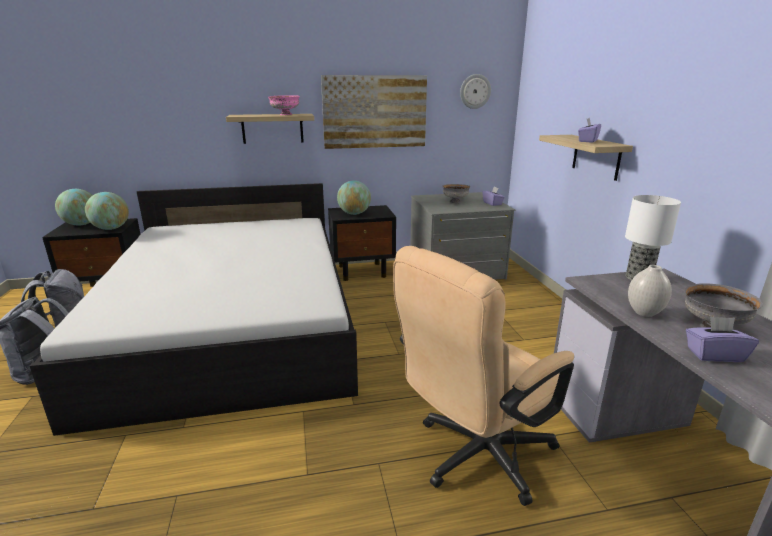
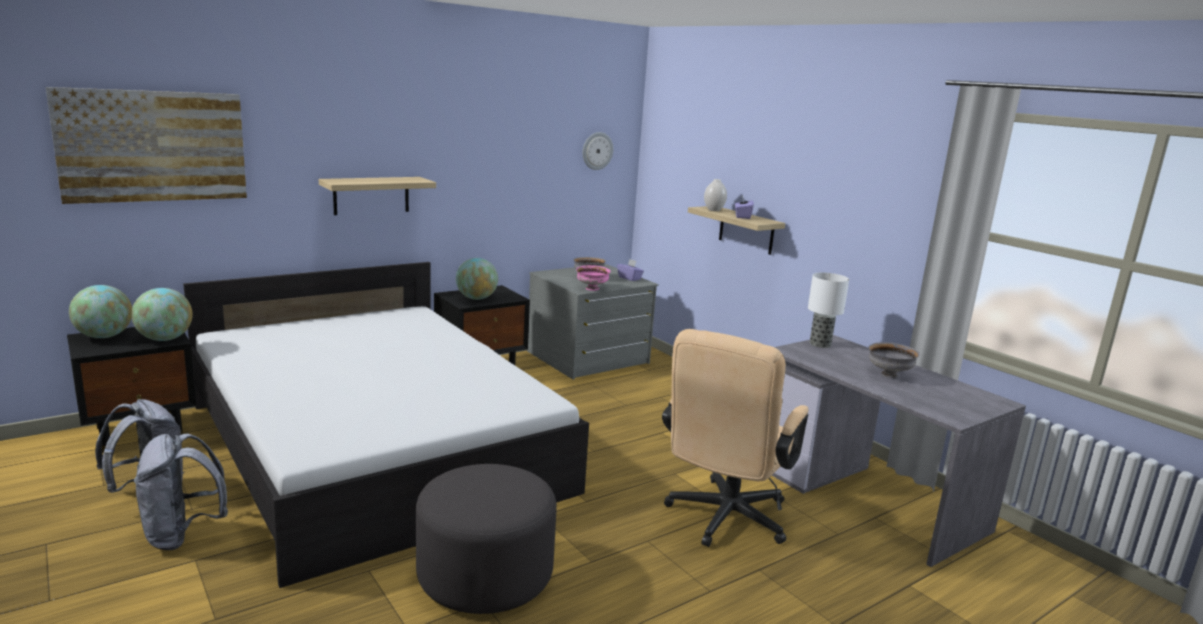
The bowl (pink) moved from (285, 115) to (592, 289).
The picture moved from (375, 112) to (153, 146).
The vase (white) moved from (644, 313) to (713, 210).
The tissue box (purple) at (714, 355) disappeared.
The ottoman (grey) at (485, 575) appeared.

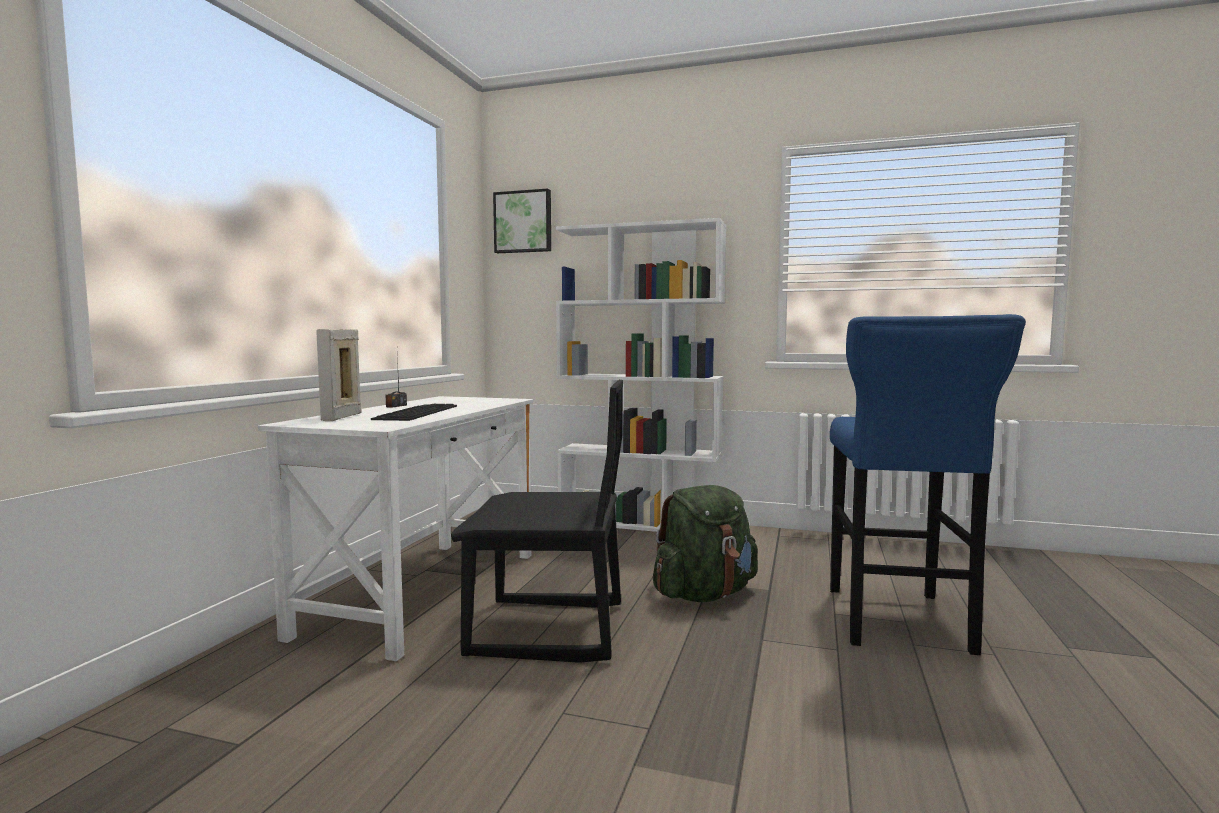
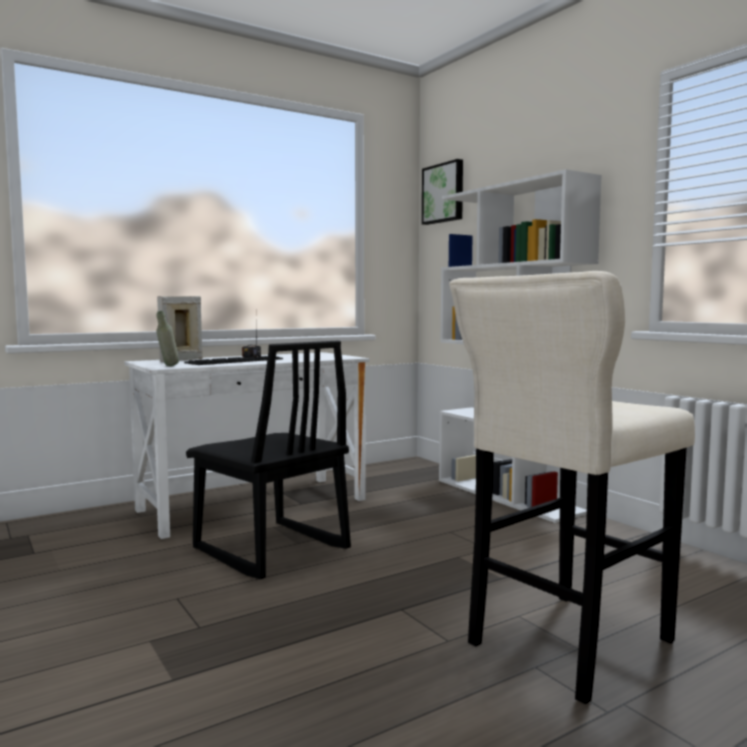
The backpack (green) at (704, 594) disappeared.
The stool (blue) at (897, 623) became the stool (beige) at (564, 646).
The bottle (grey) at (168, 366) appeared.

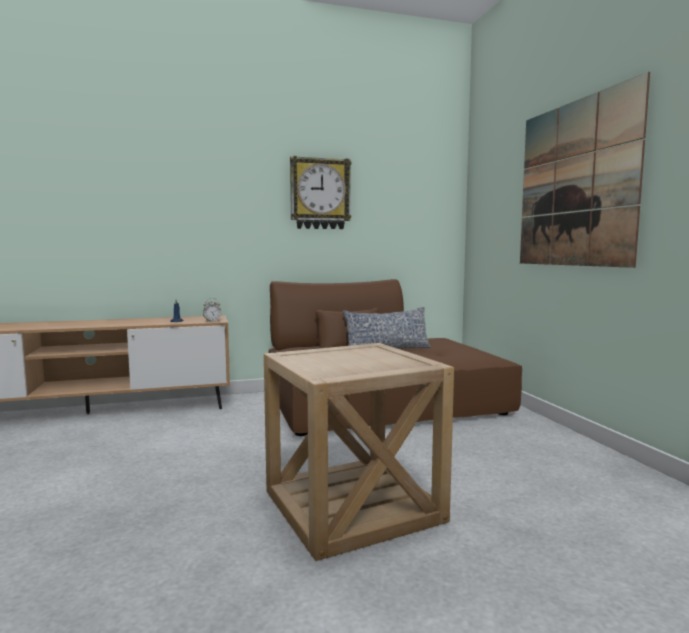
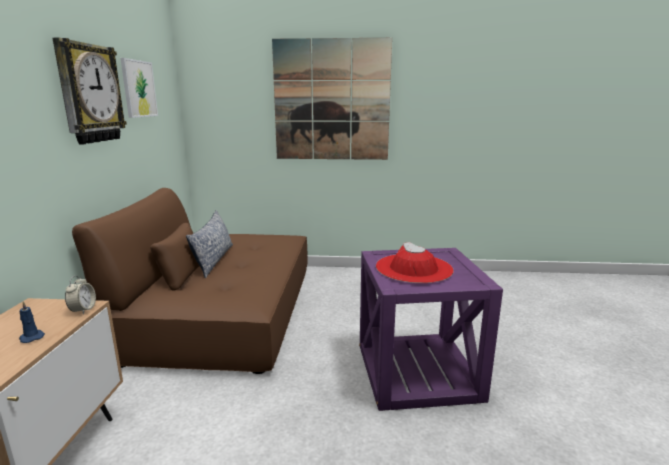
The side table (beige) at (352, 506) became the side table (purple) at (417, 371).
The picture at (139, 89) appeared.
The hat (red) at (414, 268) appeared.

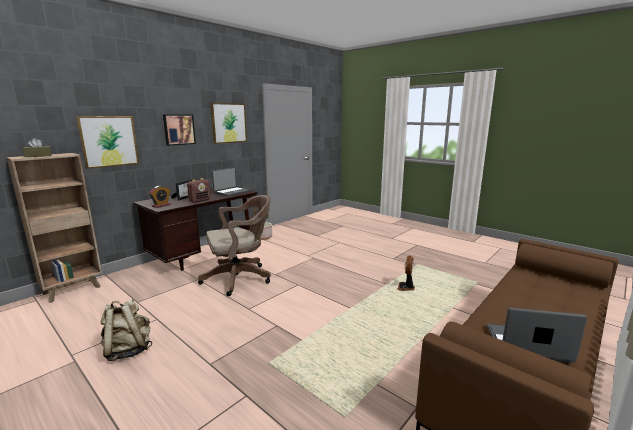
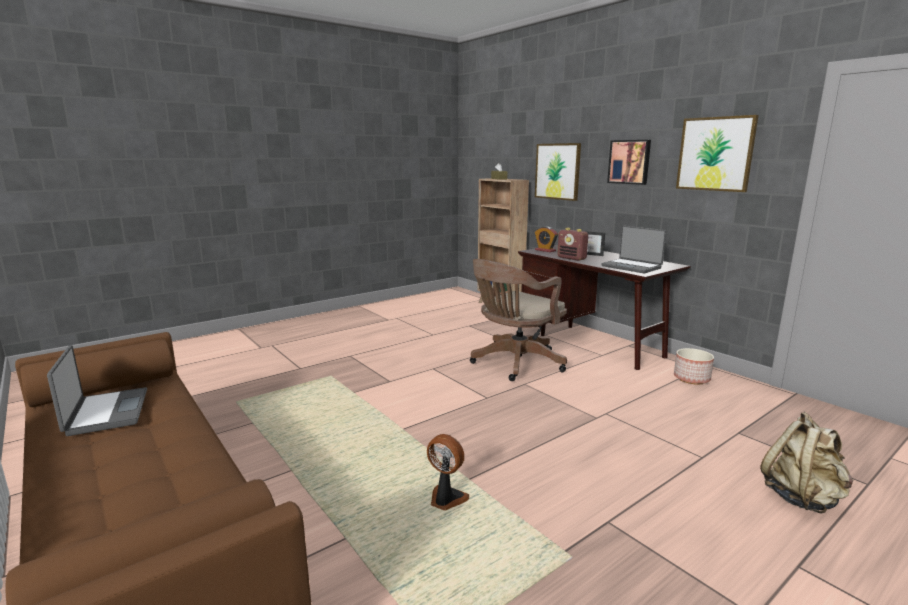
The backpack (beige) moved from (128, 350) to (802, 497).
The office chair (brown) at (240, 278) turned 60 degrees clockwise.
The laptop at (527, 345) turned 45 degrees counterclockwise.

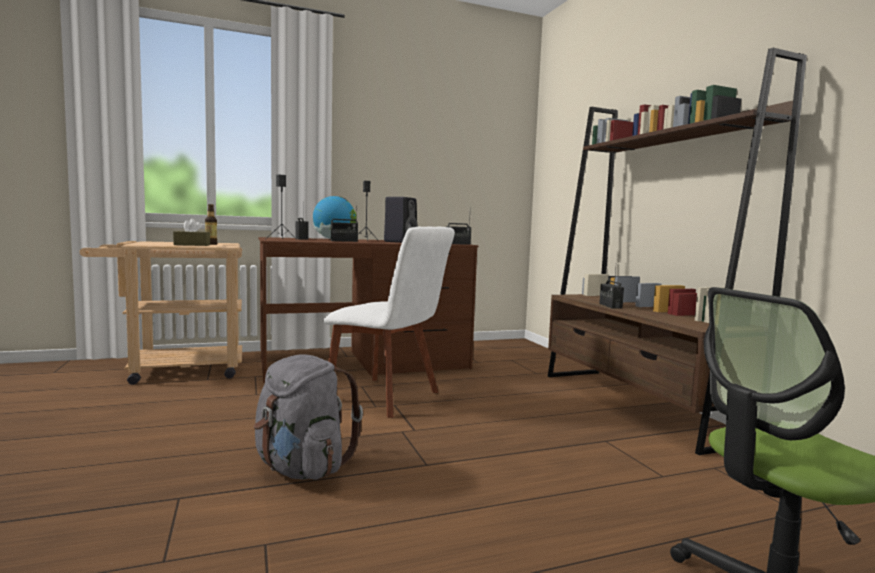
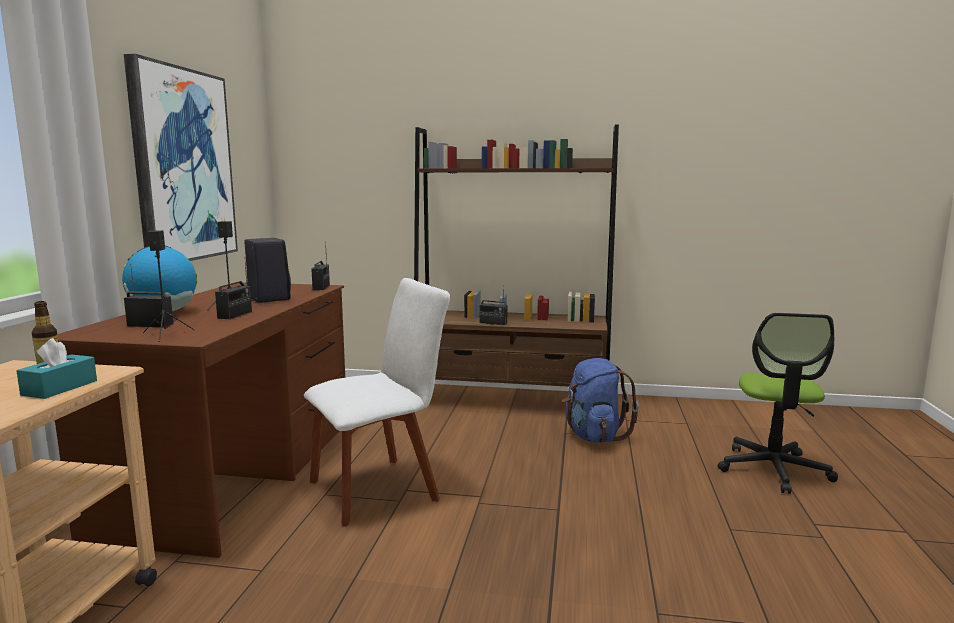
The tissue box (brown) at (192, 245) became the tissue box (turquoise) at (60, 388).
The backpack (grey) at (301, 468) disappeared.
The picture at (183, 165) appeared.
The backpack (blue) at (594, 436) appeared.

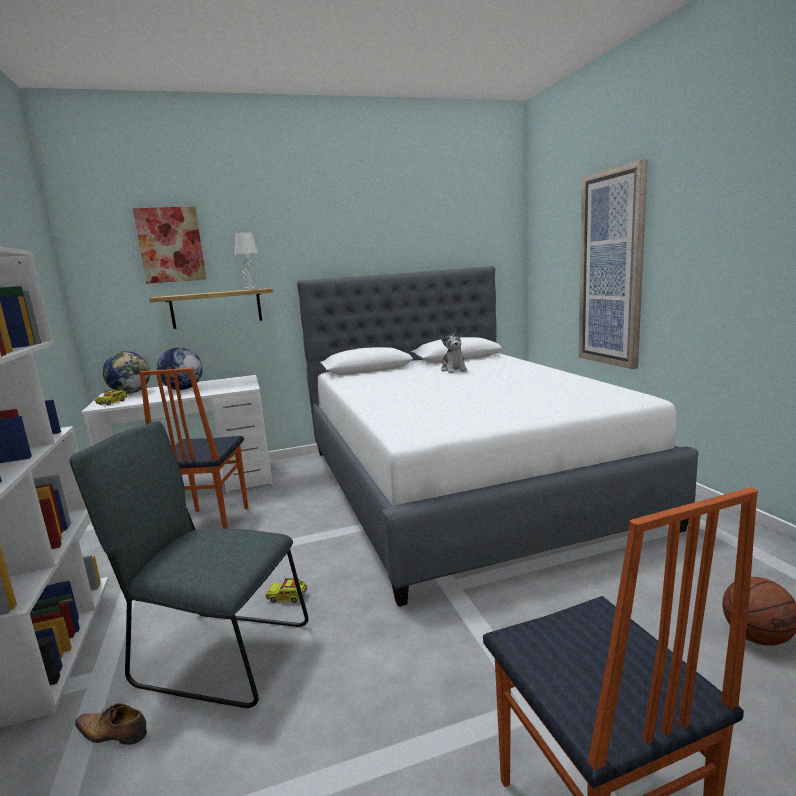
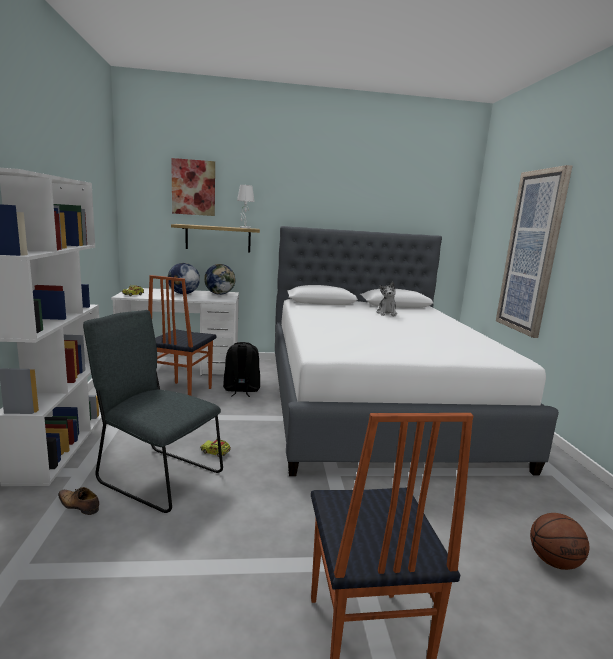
The globe moved from (131, 392) to (220, 294).
The backpack (black) at (241, 390) appeared.

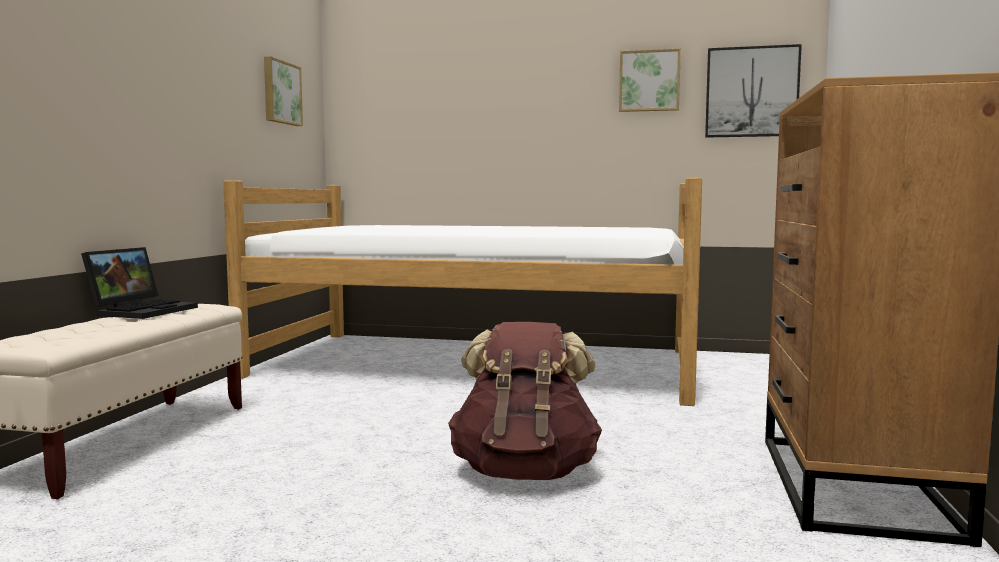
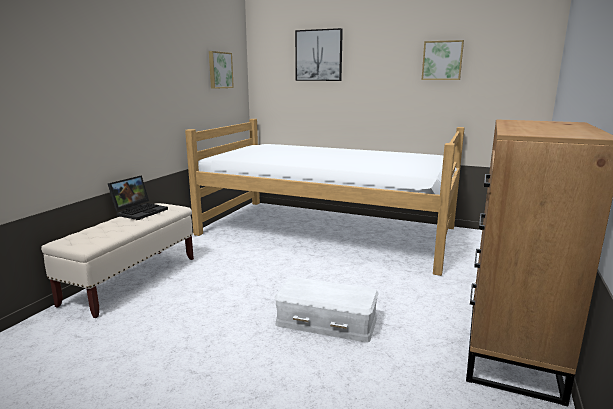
The backpack (brown) at (525, 472) was replaced by the storage box (white) at (327, 321).
The picture moved from (751, 92) to (318, 55).

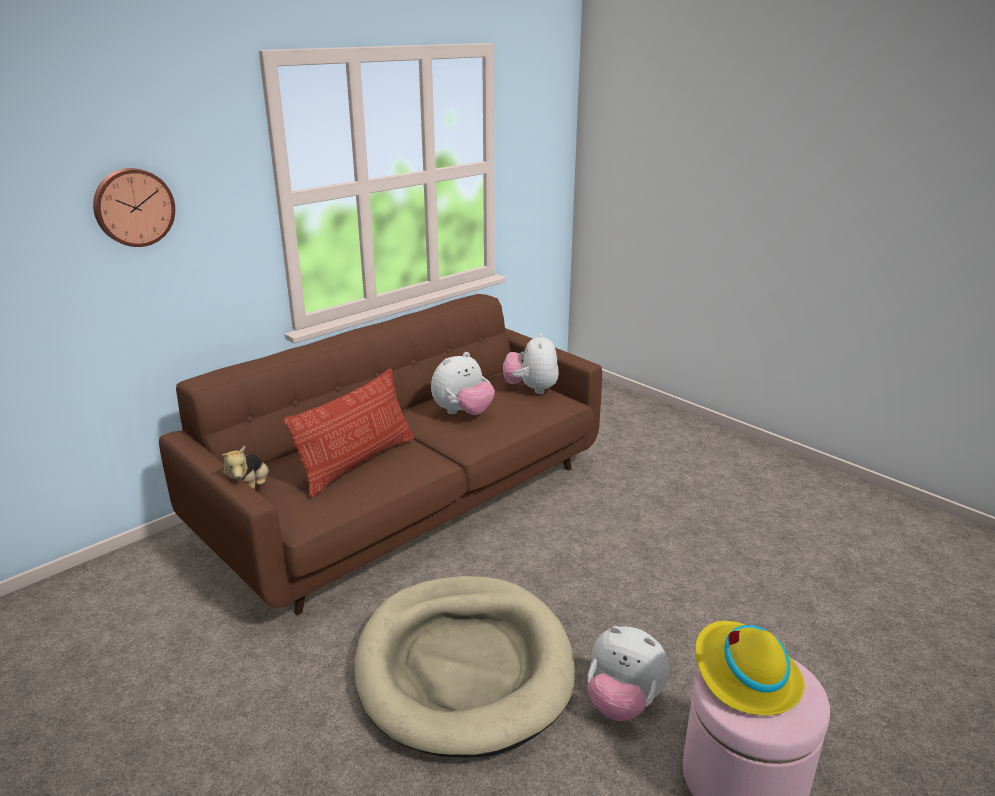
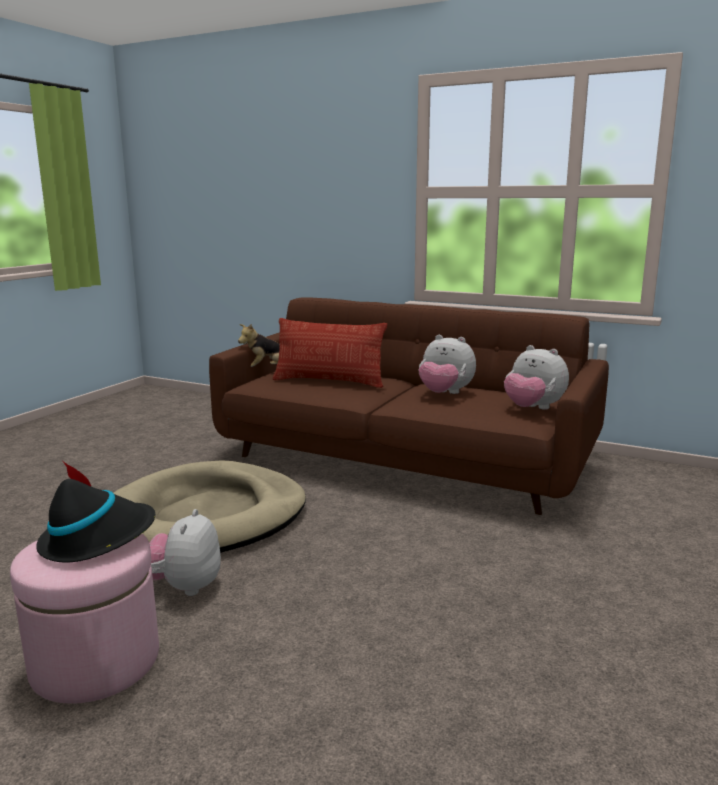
The wall clock at (133, 207) disappeared.
The plush toy at (531, 389) turned 120 degrees counterclockwise.
The hat (yellow) at (744, 674) became the hat (black) at (98, 539).

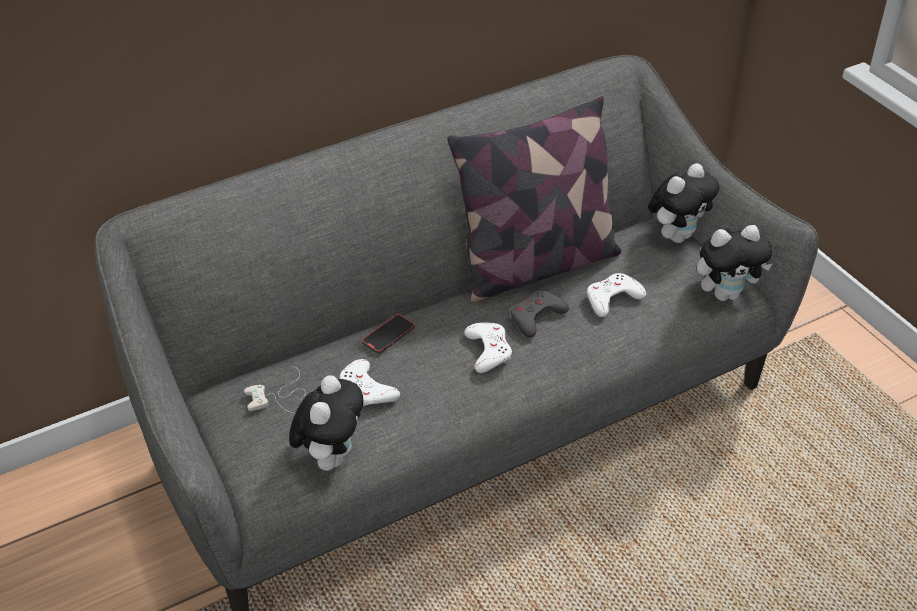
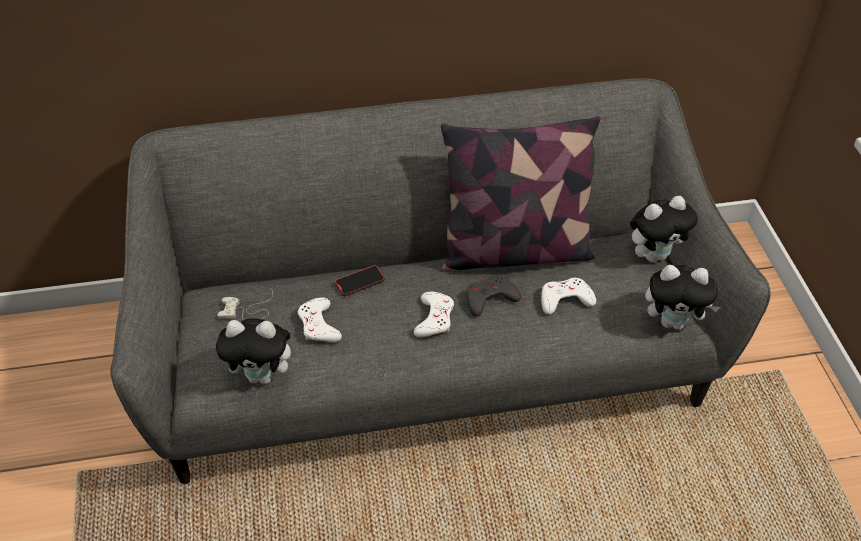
The plush toy at (330, 456) turned 60 degrees clockwise.

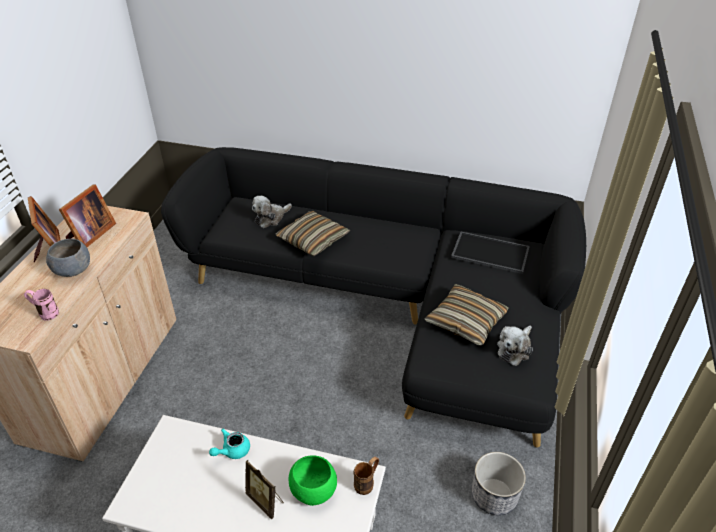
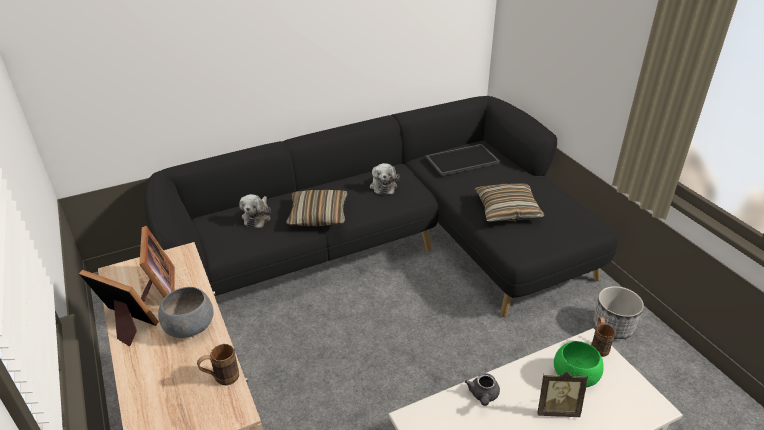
The mug (pink) at (45, 313) became the mug (brown) at (221, 378).
The teapot (turquoise) at (232, 450) became the teapot (grey) at (483, 396).
The plush toy moved from (514, 349) to (383, 185).

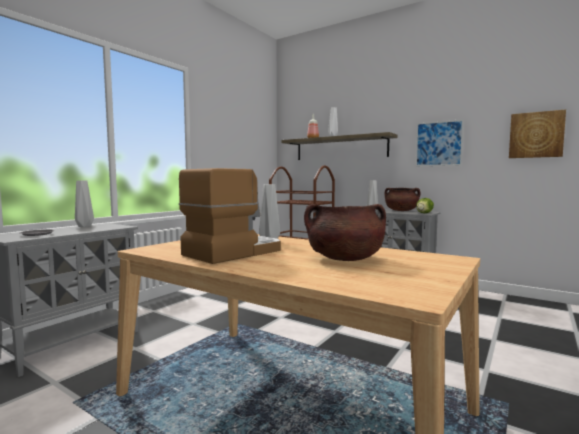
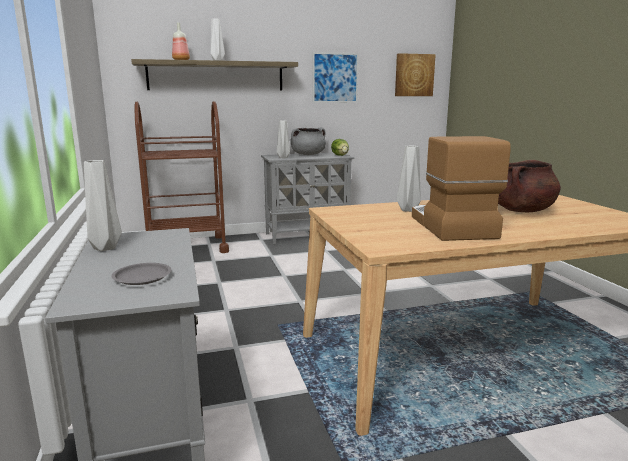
The cooking pot (brown) at (401, 211) became the cooking pot (grey) at (308, 154).

